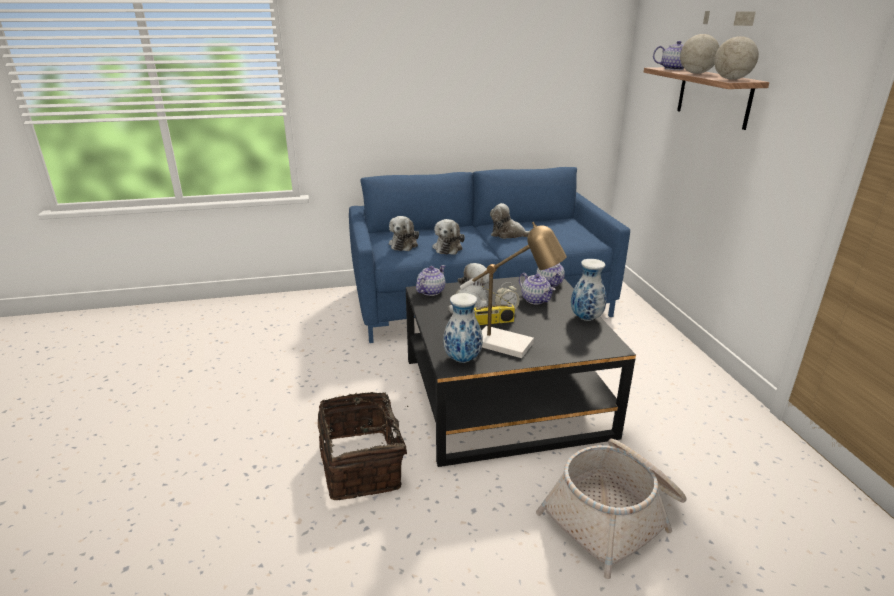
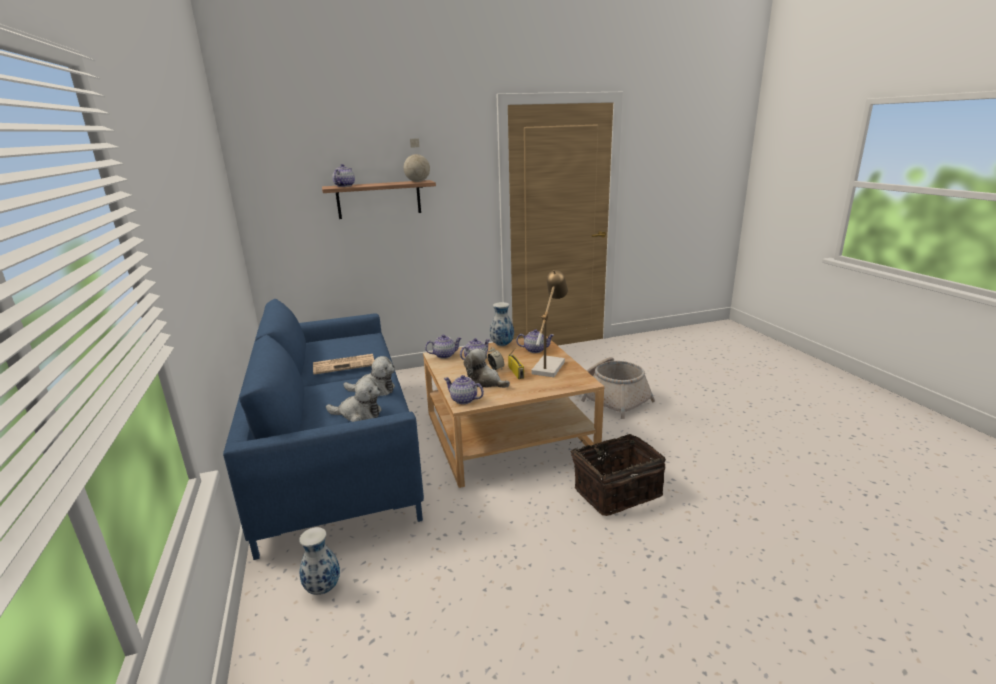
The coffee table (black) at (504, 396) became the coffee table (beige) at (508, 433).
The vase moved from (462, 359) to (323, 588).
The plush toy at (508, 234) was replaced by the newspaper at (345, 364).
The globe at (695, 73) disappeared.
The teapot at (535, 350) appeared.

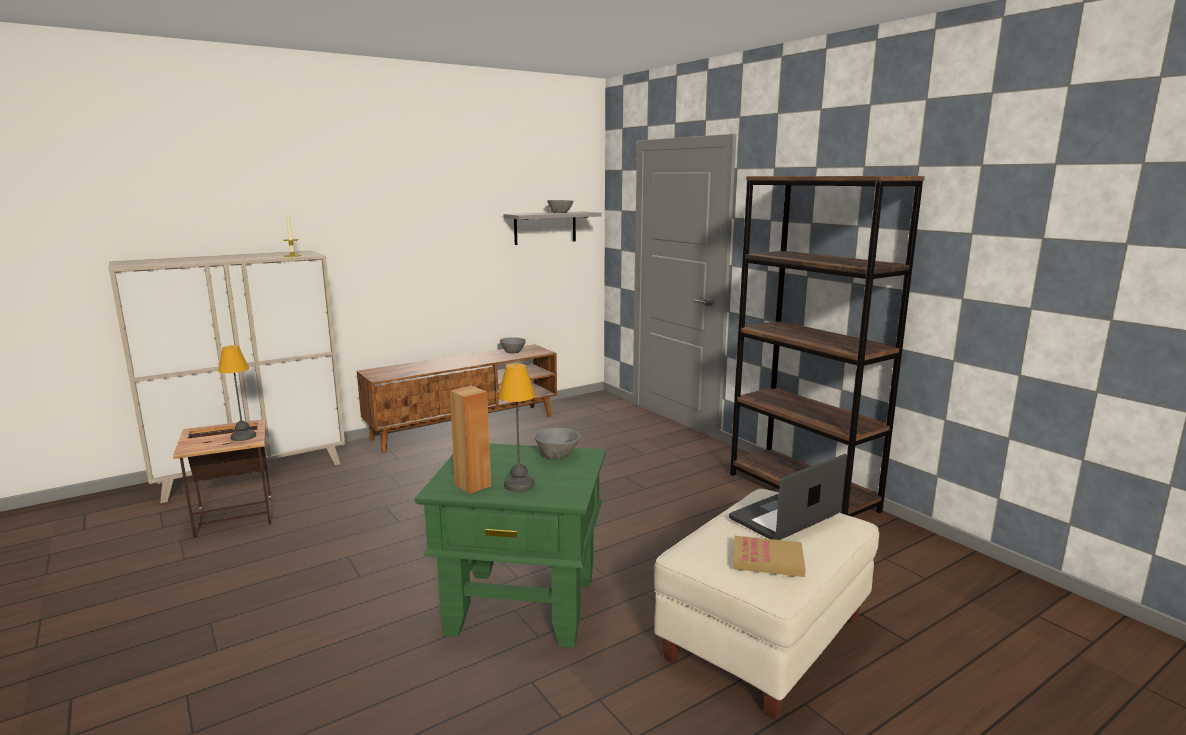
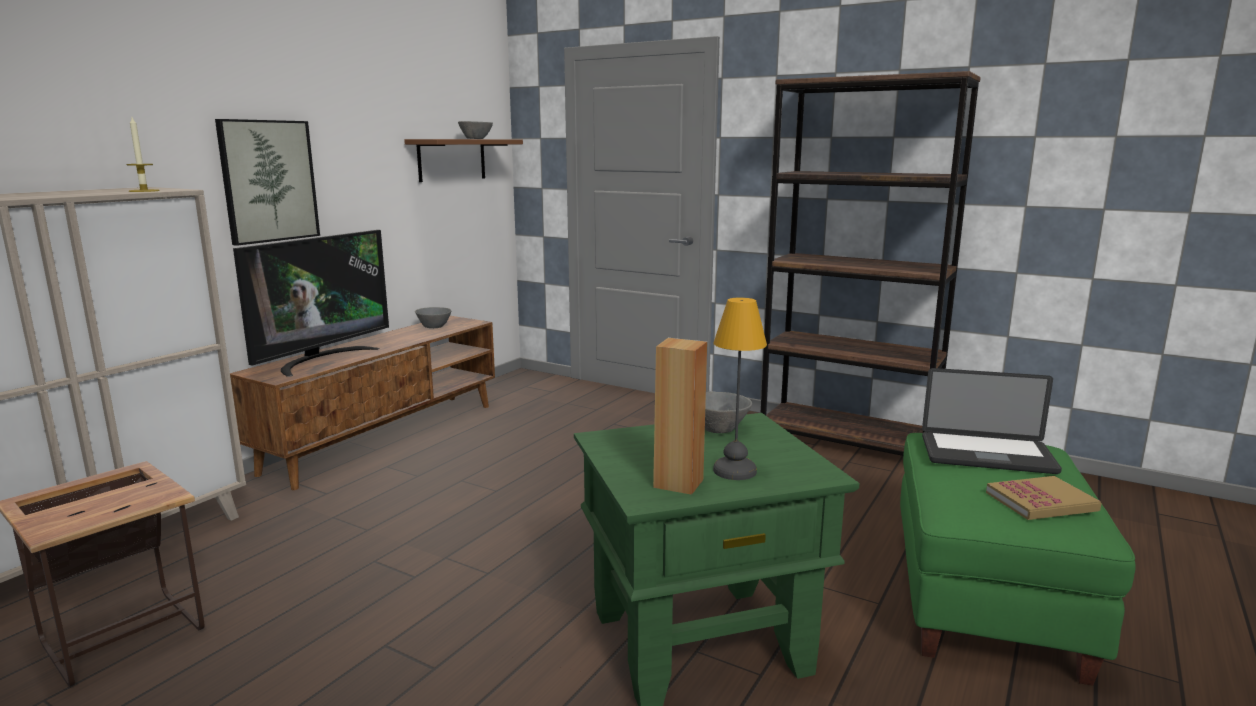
The table lamp at (243, 437) disappeared.
The shelf (grey) at (545, 227) became the shelf (brown) at (452, 159).
The ottoman (beige) at (766, 639) became the ottoman (green) at (987, 601).
The laptop at (785, 516) turned 105 degrees counterclockwise.
The picture at (268, 181) appeared.
The television at (322, 359) appeared.

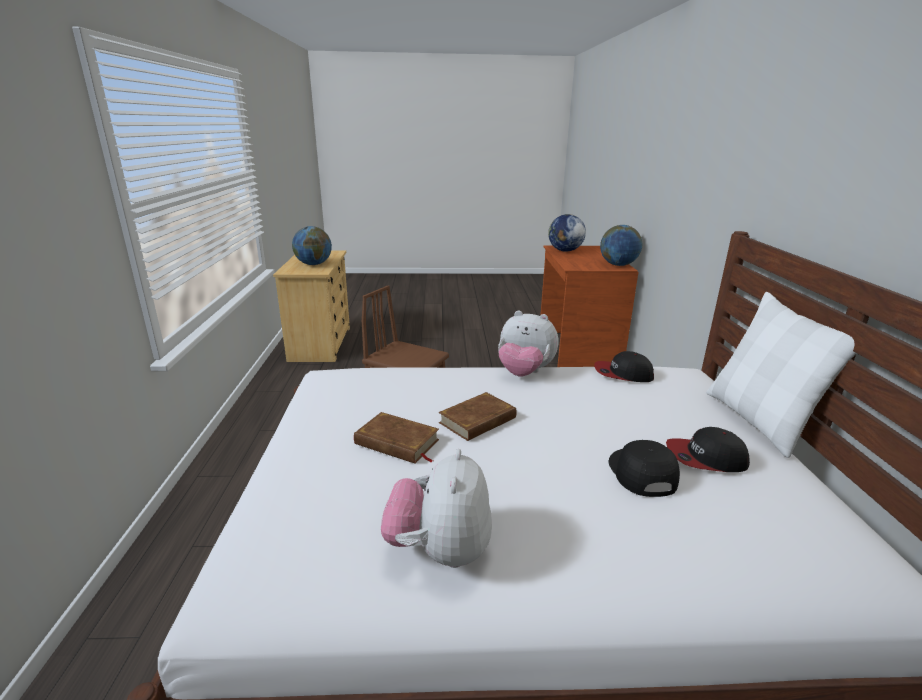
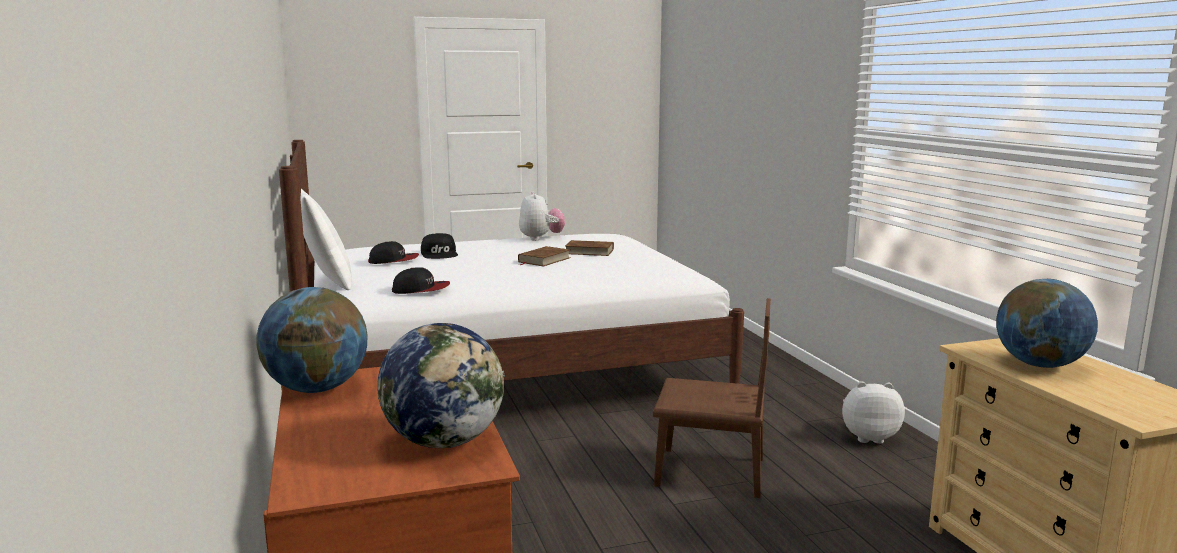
The plush toy moved from (524, 373) to (868, 437).

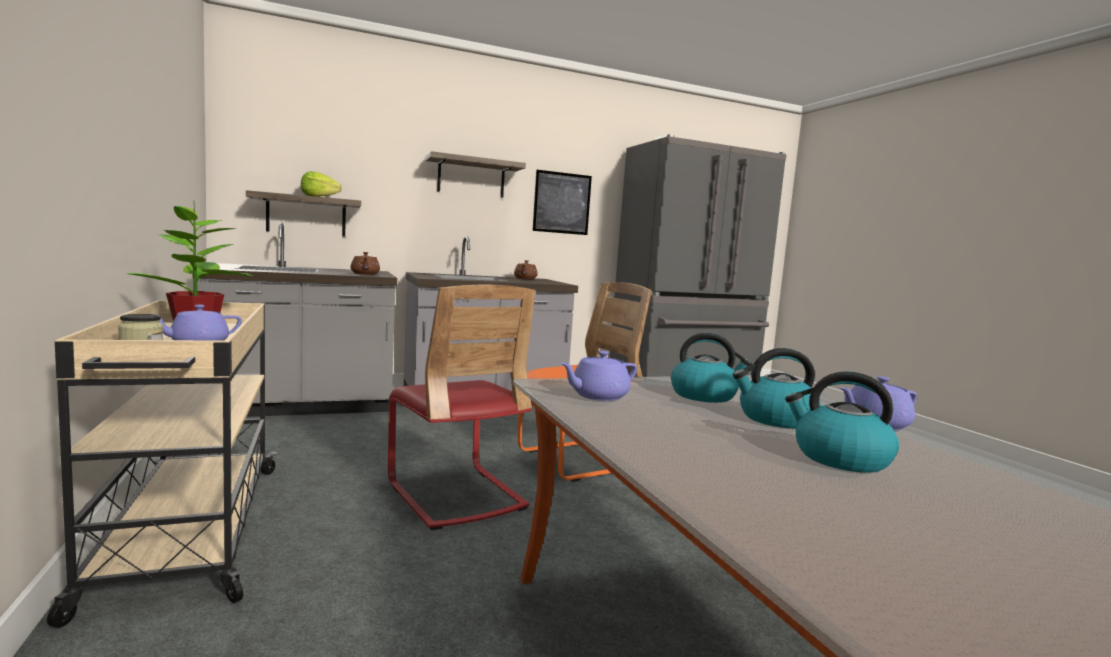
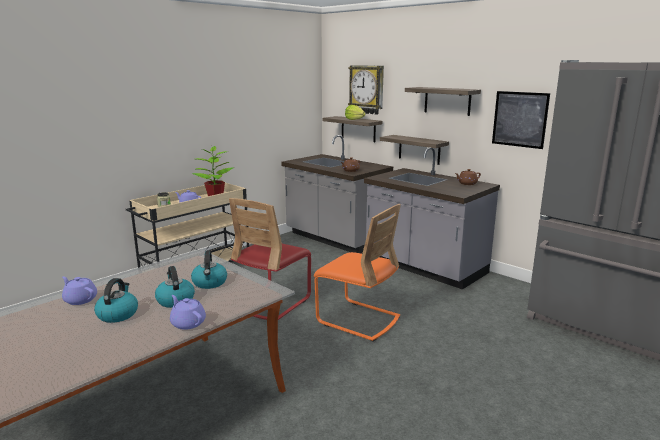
The teapot (purple) moved from (598, 396) to (80, 300).
The wall clock at (367, 89) appeared.
The shelf at (419, 149) appeared.

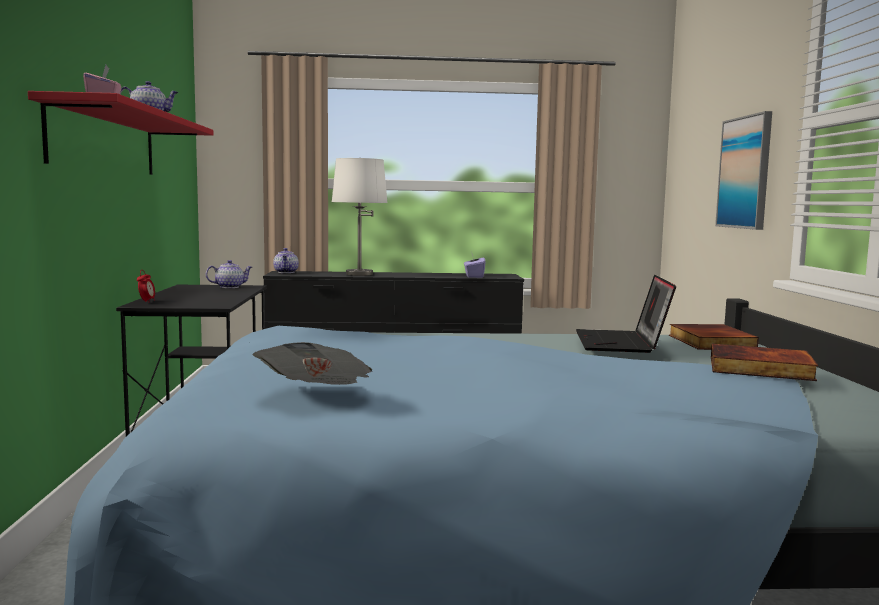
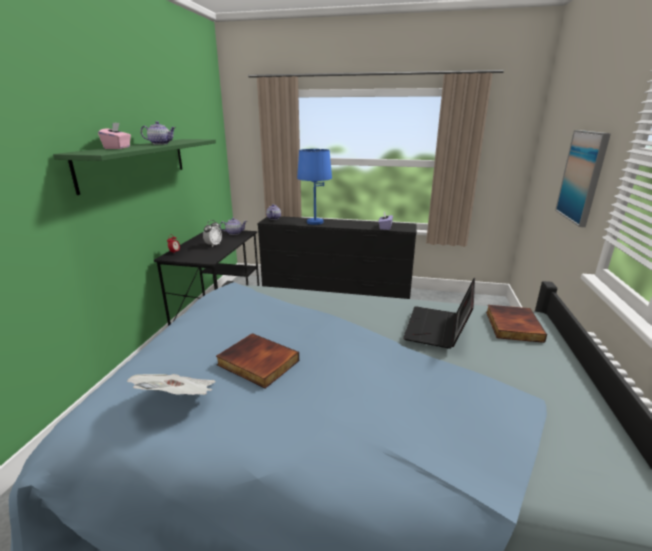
The shelf (red) at (105, 141) became the shelf (green) at (135, 162).
The table lamp (white) at (359, 274) became the table lamp (blue) at (315, 222).
The book moved from (759, 369) to (257, 363).
The alarm clock at (213, 245) appeared.

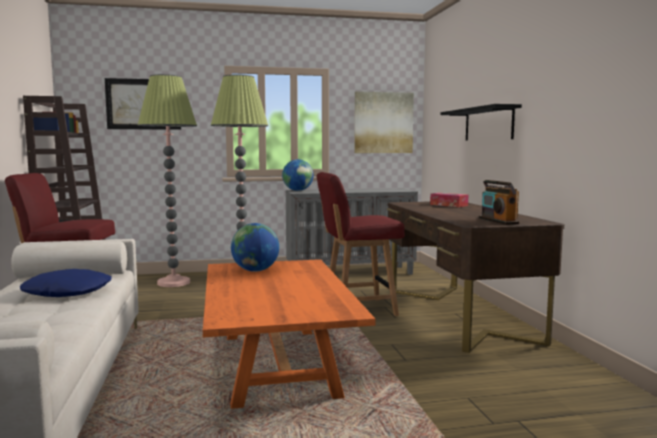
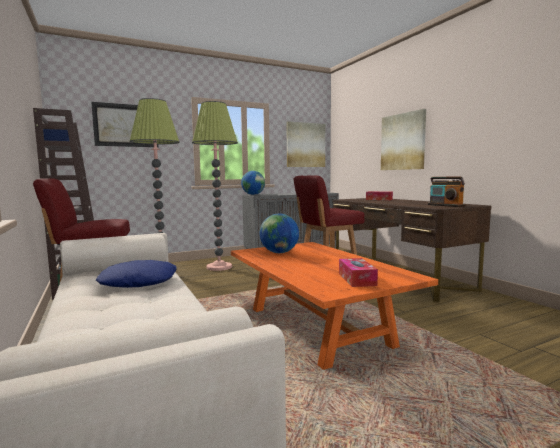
The shelf (black) at (488, 124) was replaced by the picture at (403, 142).
The tissue box at (357, 279) appeared.

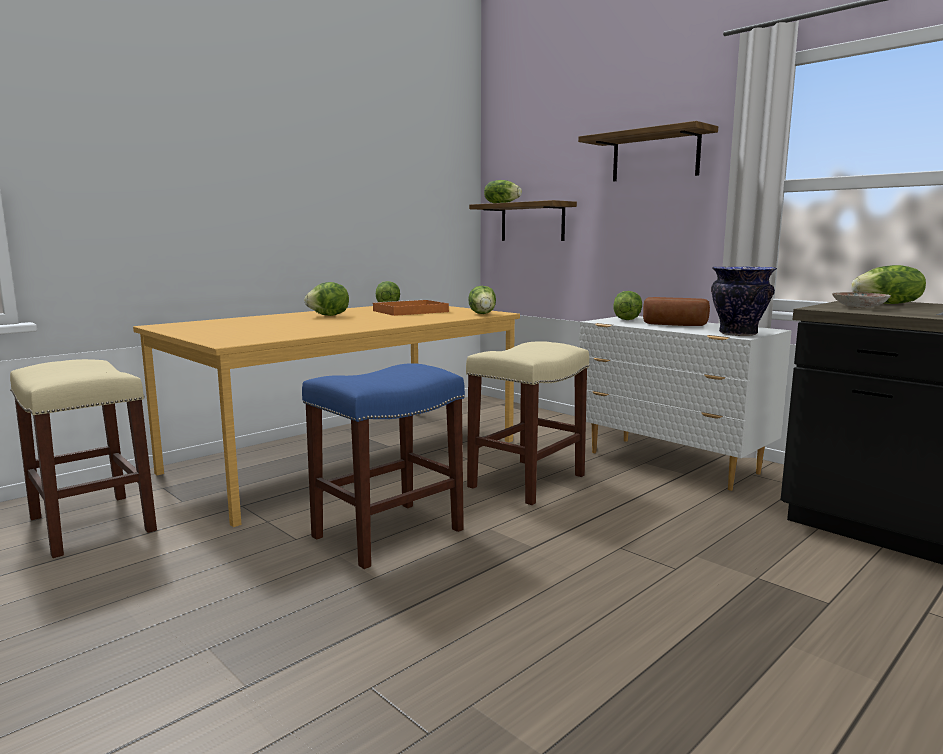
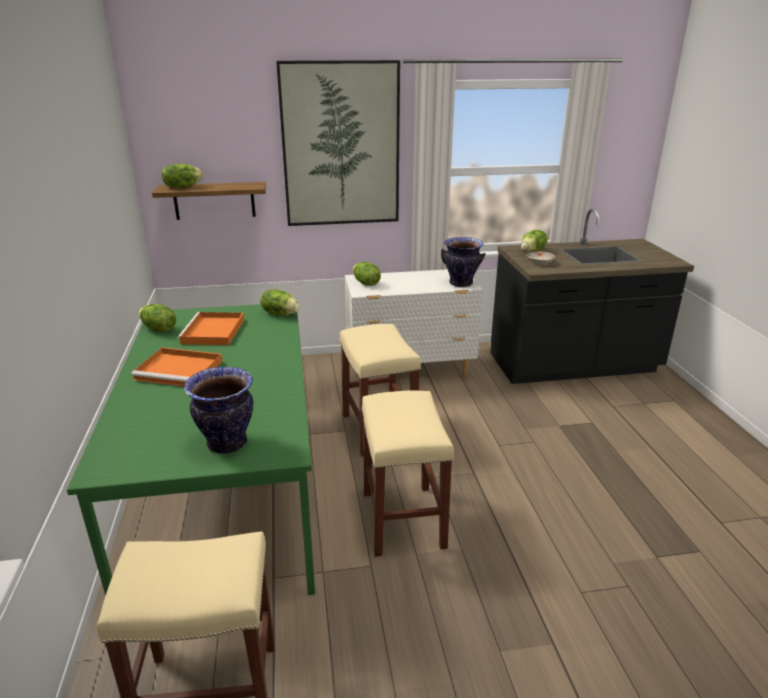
The dining table (orange) at (347, 456) became the dining table (green) at (229, 486).
The stool (blue) at (387, 534) became the stool (beige) at (404, 520).
The lettuce at (329, 316) was replaced by the tray (orange) at (181, 370).
The shelf at (655, 156) was replaced by the picture at (341, 145).
The bread at (674, 325) disappeared.
The vase at (226, 444) appeared.

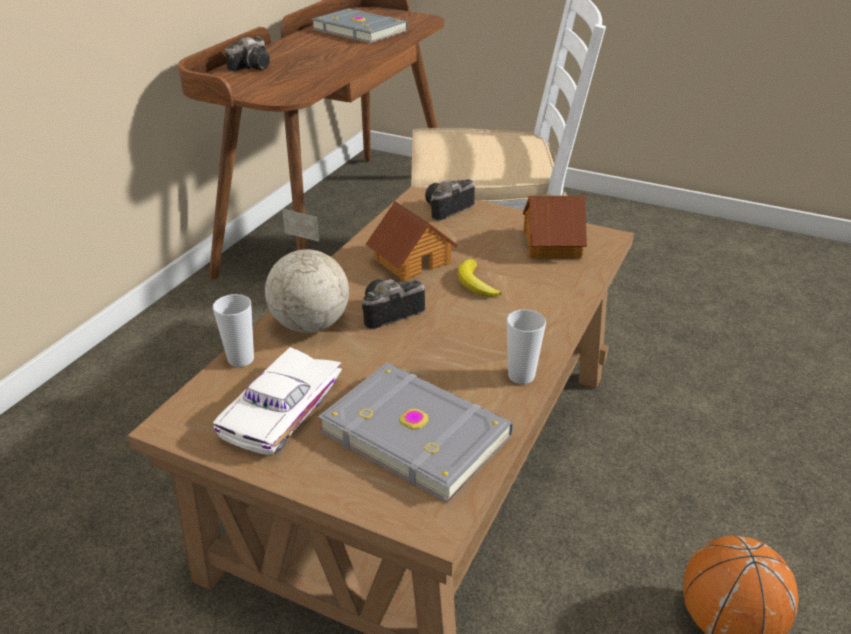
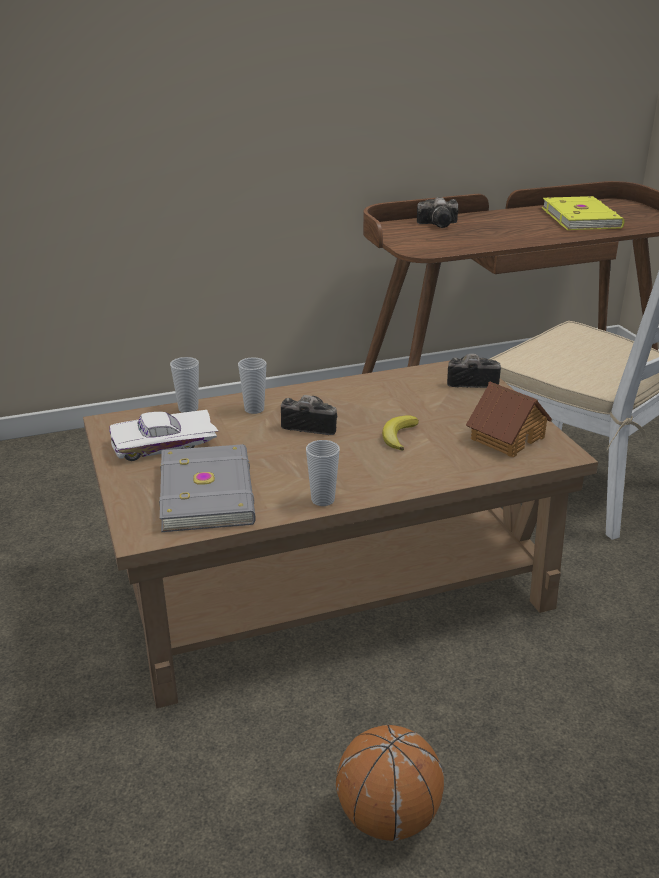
The globe at (310, 324) was replaced by the cup at (254, 409).
The book (grey) at (360, 30) became the book (yellow) at (582, 217).
The toy house at (411, 260) disappeared.

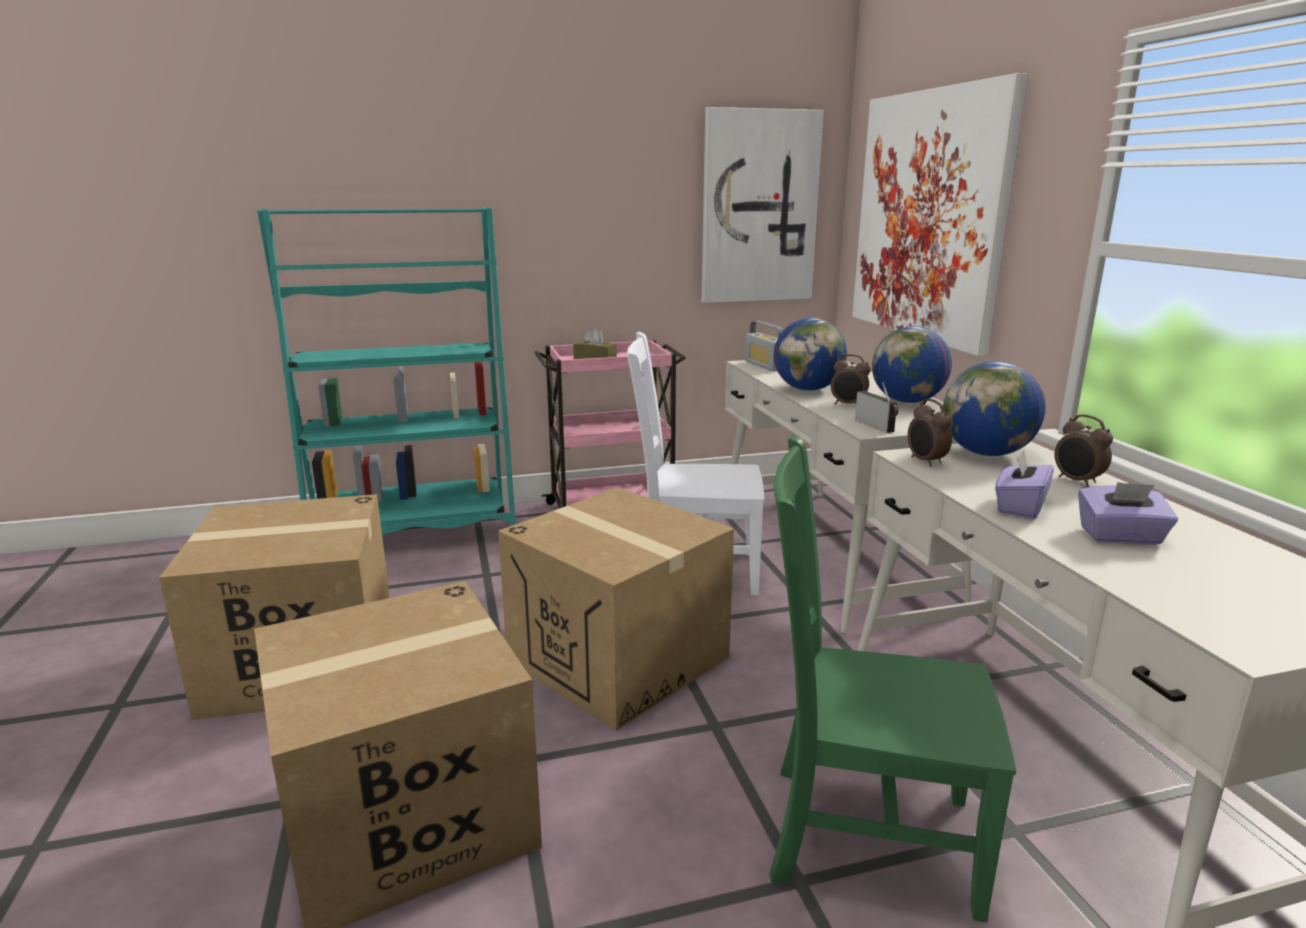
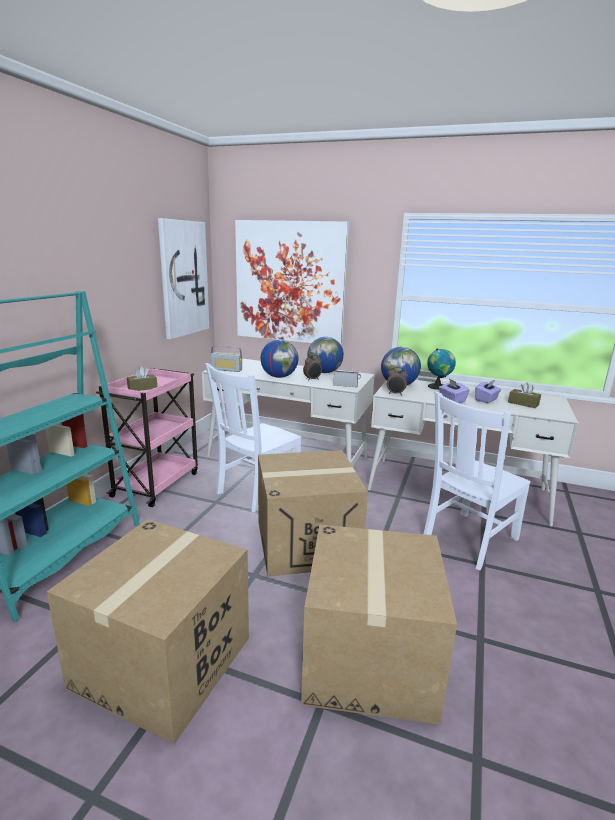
The chair (green) at (863, 834) became the chair (white) at (468, 540).
The alarm clock at (1077, 481) was replaced by the globe at (438, 387).
The tissue box (brown) at (523, 403) appeared.

